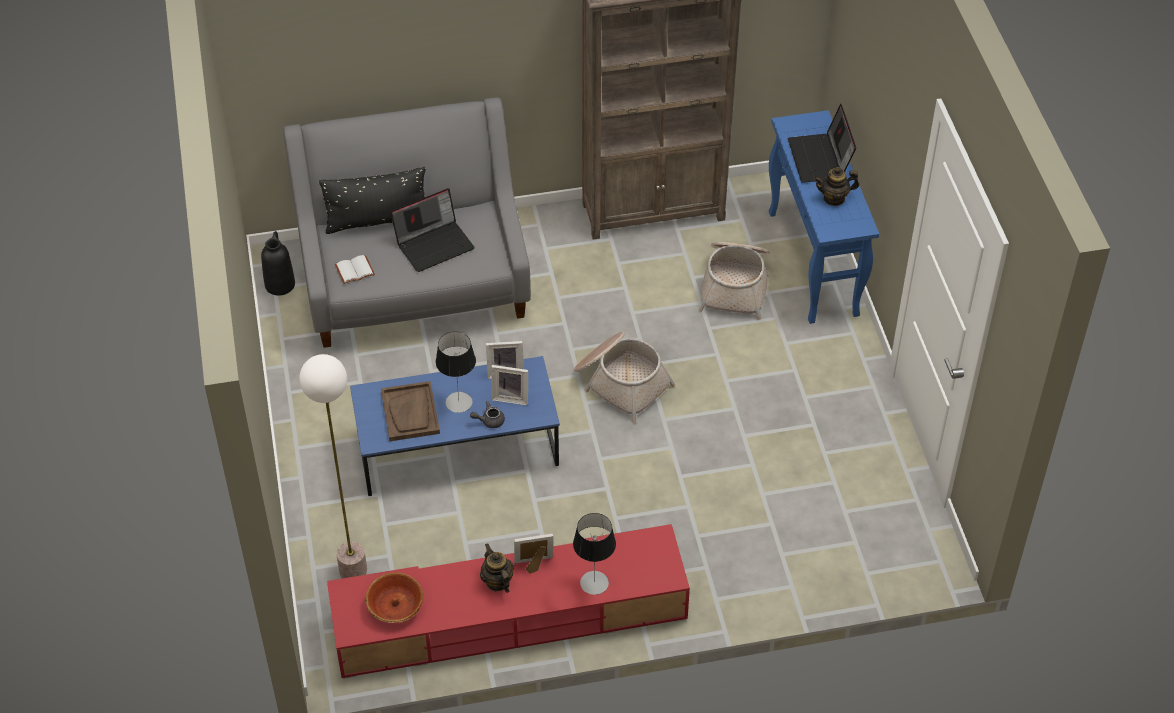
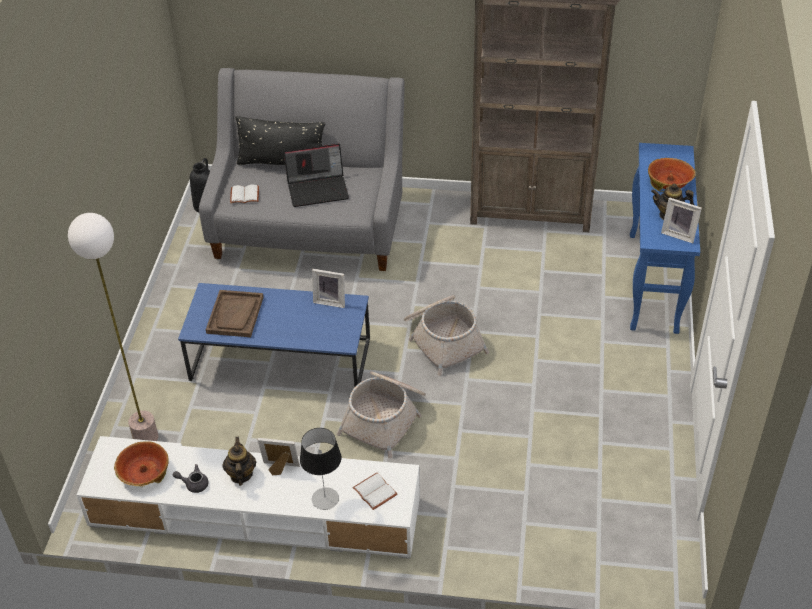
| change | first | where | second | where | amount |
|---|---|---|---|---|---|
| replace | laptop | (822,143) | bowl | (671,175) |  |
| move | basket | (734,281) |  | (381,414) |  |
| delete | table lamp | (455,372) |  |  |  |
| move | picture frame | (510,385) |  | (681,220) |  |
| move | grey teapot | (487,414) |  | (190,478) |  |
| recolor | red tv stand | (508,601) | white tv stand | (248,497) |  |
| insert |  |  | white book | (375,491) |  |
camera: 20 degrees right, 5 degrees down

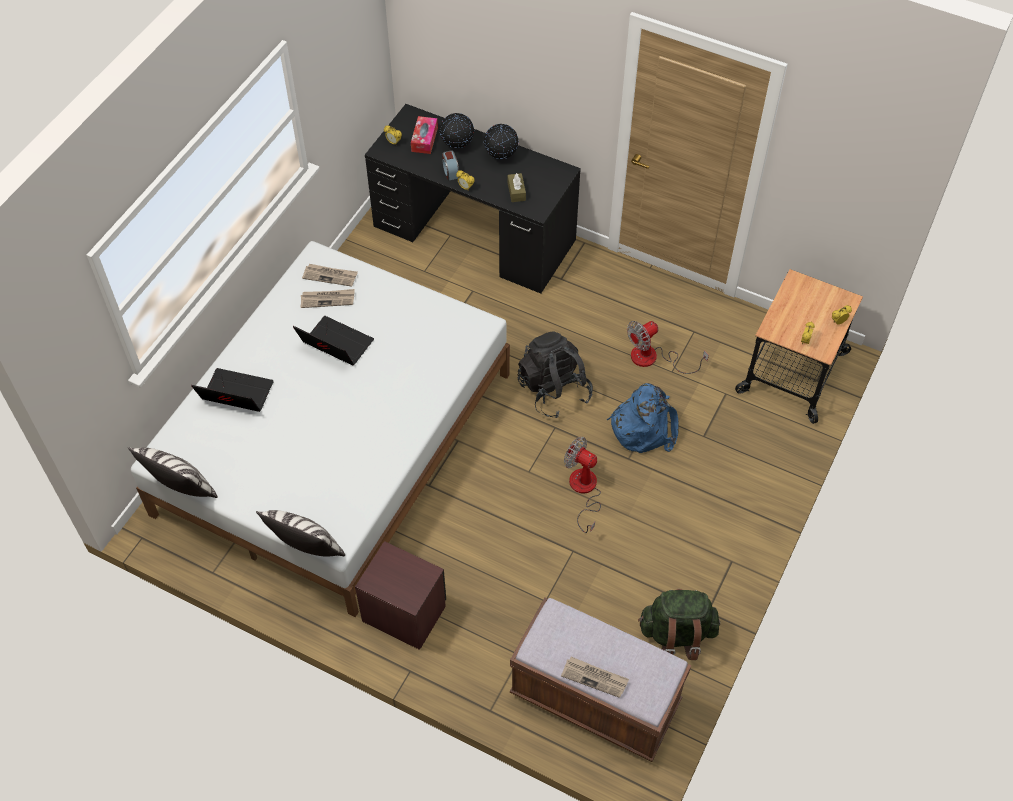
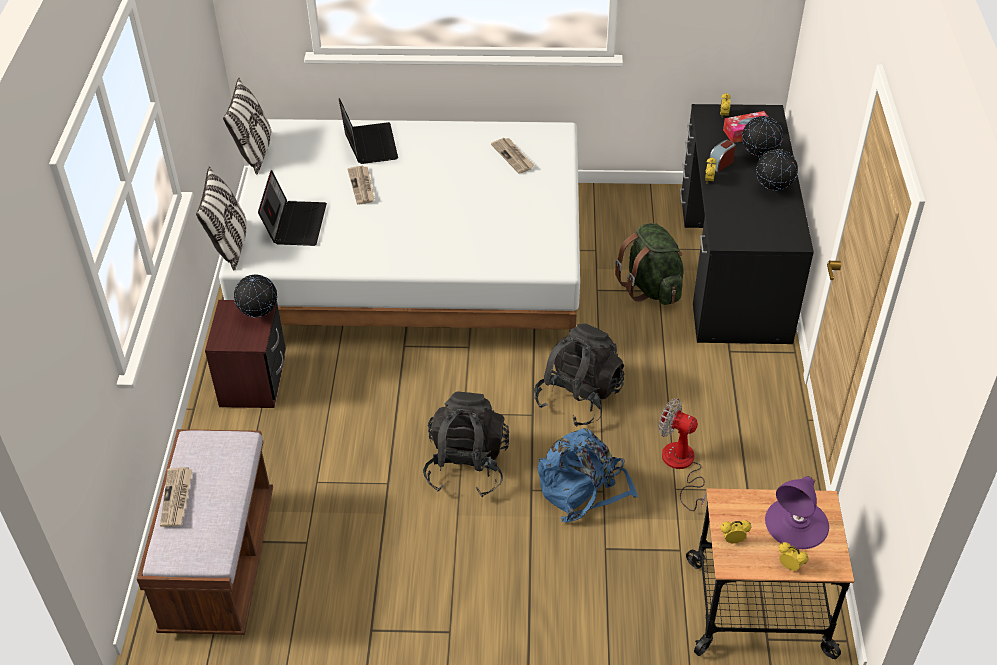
| change | first | where | second | where | amount |
|---|---|---|---|---|---|
| delete | brown tissue box | (517,187) |  |  |  |
| move | newspaper | (330,275) |  | (361,185) |  |
| move | laptop | (333,340) |  | (292,208) |  |
| replace | fan | (582,485) | black backpack | (466,444) |  |
| move | green backpack | (679,624) |  | (649,264) |  |
| insert |  |  | globe | (255,296) |  |
| insert |  |  | purple table lamp | (797,512) |  |
camera: 65 degrees right, 10 degrees down

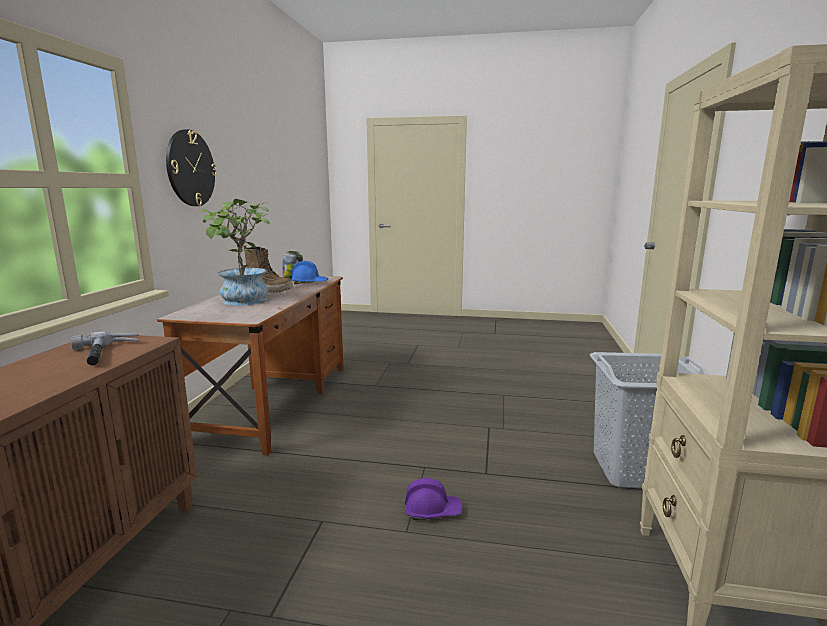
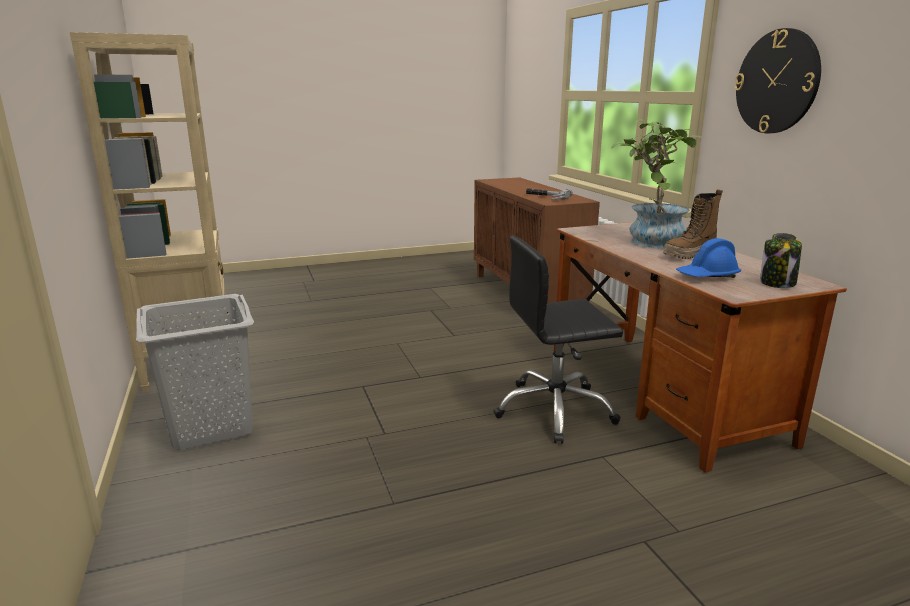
| change | first | where | second | where | amount |
|---|---|---|---|---|---|
| delete | purple hard hat | (434,499) |  |  |  |
| insert |  |  | black office chair | (558,339) |  |
camera: 150 degrees right, 5 degrees up

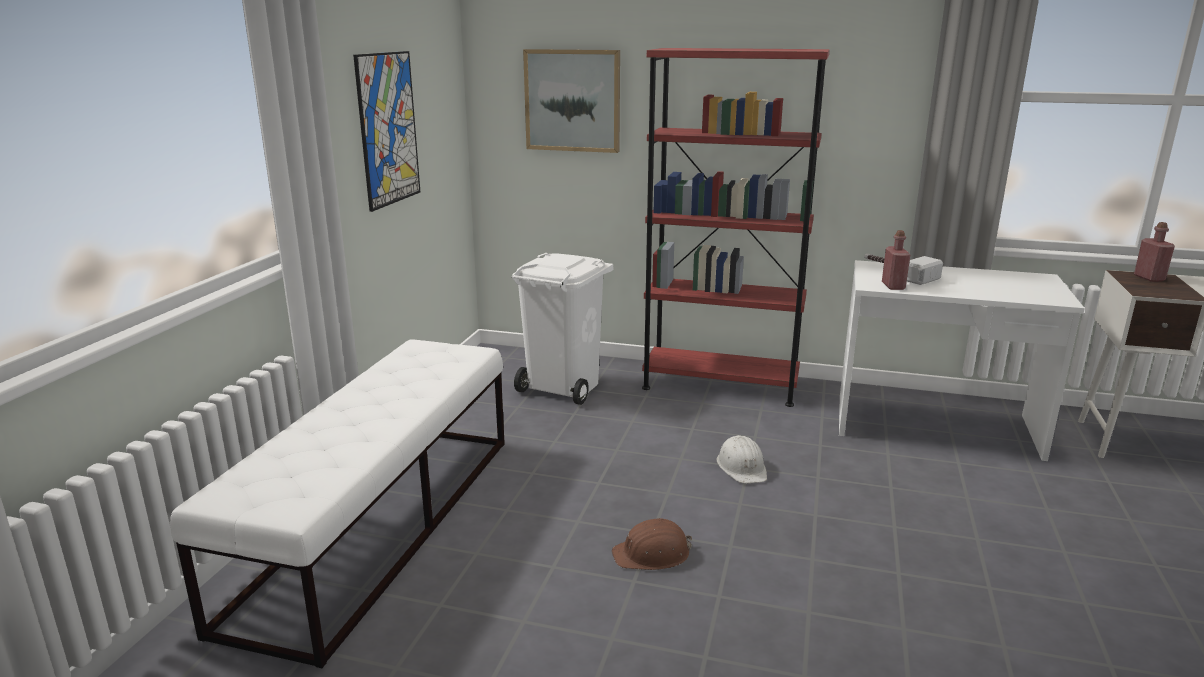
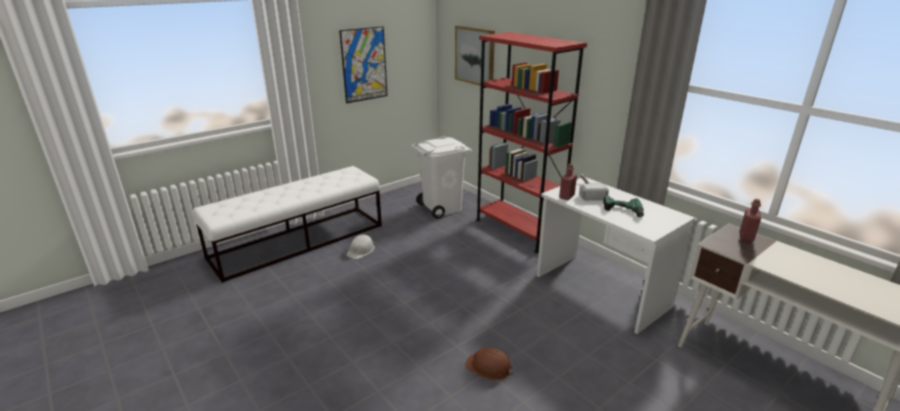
| change | first | where | second | where | amount |
|---|---|---|---|---|---|
| move | white hard hat | (742,459) |  | (360,246) |  |
| move | brown hard hat | (652,544) |  | (490,364) |  |
| insert |  |  | power drill | (623,208) |  |
camera: 35 degrees right, 5 degrees up

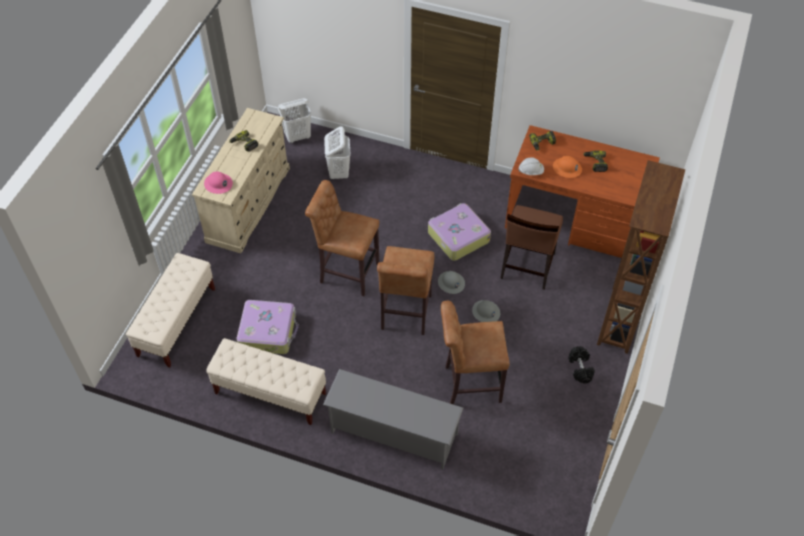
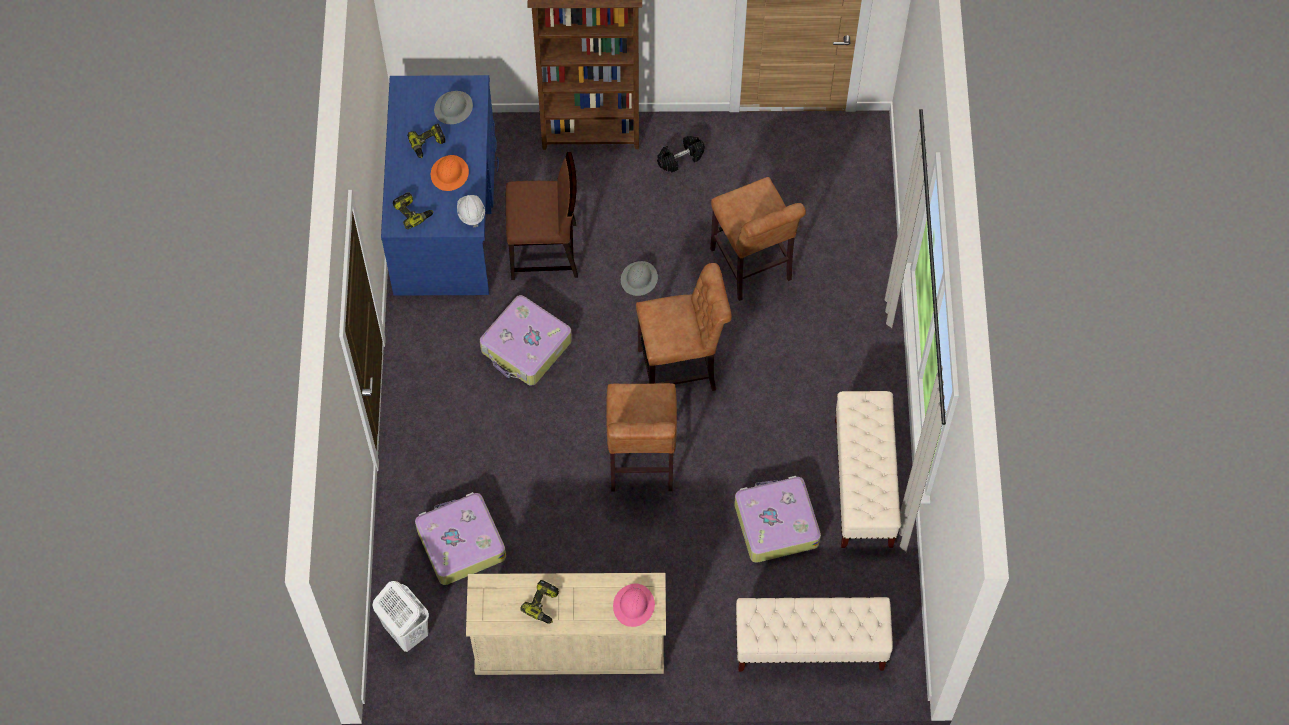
| change | first | where | second | where | amount |
|---|---|---|---|---|---|
| recolor | brown desk | (582,191) | blue desk | (440,185) |  |
| replace | white laundry basket | (337,153) | suitcase | (460,538) |  |
| move | grey hard hat | (451,282) |  | (453,107) |  |
| delete | grey shoe rack | (393,419) |  |  |  |
camera: 110 degrees left, 10 degrees up

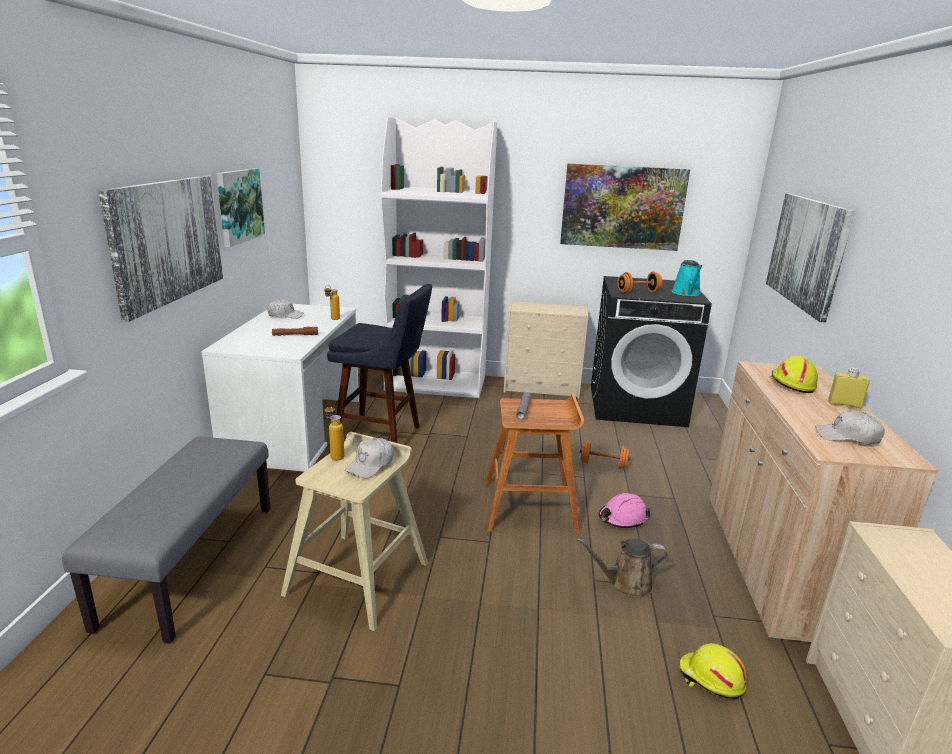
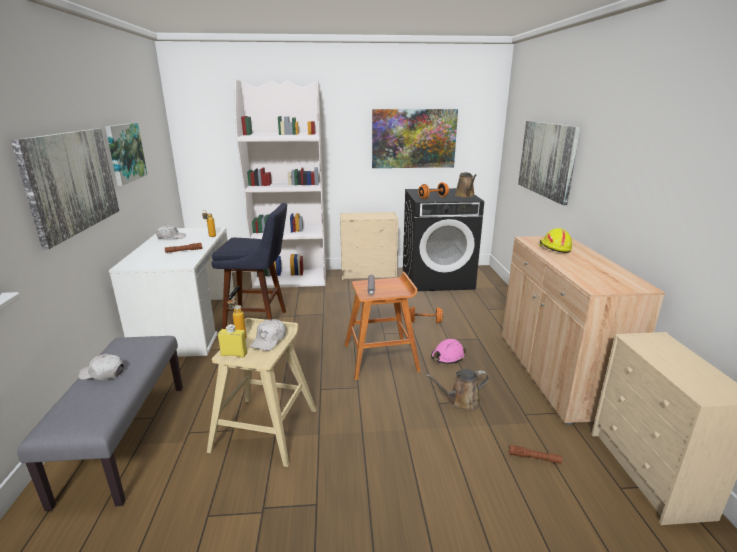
| change | first | where | second | where | amount |
|---|---|---|---|---|---|
| recolor | turquoise watering can | (687,278) | brown watering can | (465,185) |  |
| move | yellow bottle | (849,388) |  | (232,340) |  |
| move | white cap | (850,427) |  | (101,367) |  |
| replace | yellow hard hat | (713,671) | brown flashlight | (535,454) |  |
camera: 10 degrees left, 0 degrees up

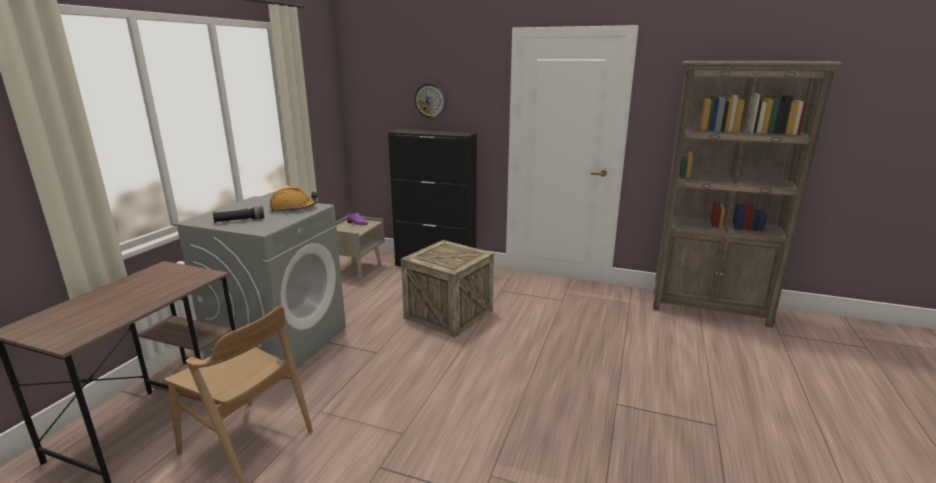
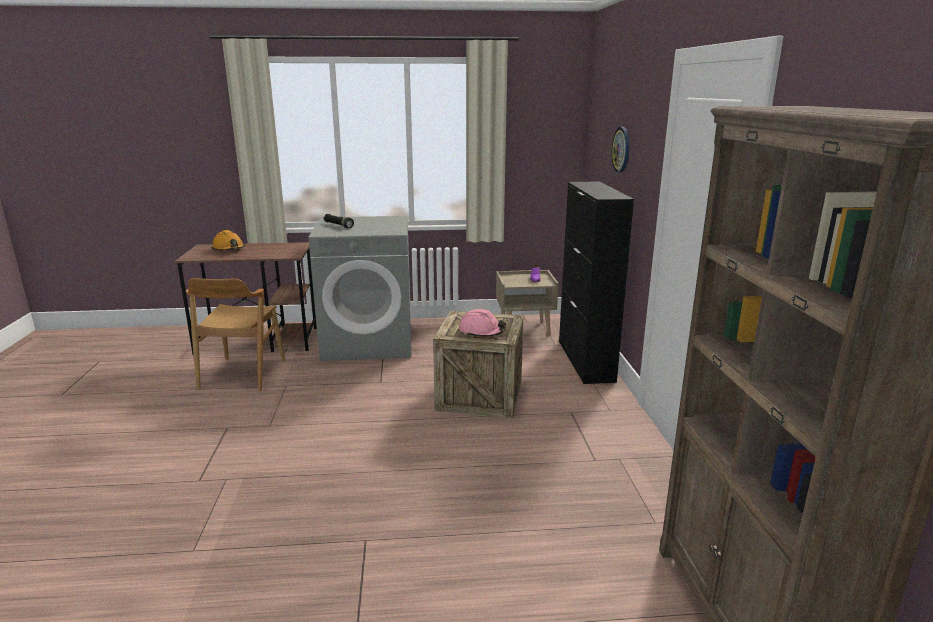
| change | first | where | second | where | amount |
|---|---|---|---|---|---|
| move | orange hard hat | (293,199) |  | (228,240) |  |
| insert |  |  | pink hard hat | (482,323) |  |
camera: 65 degrees right, 0 degrees up

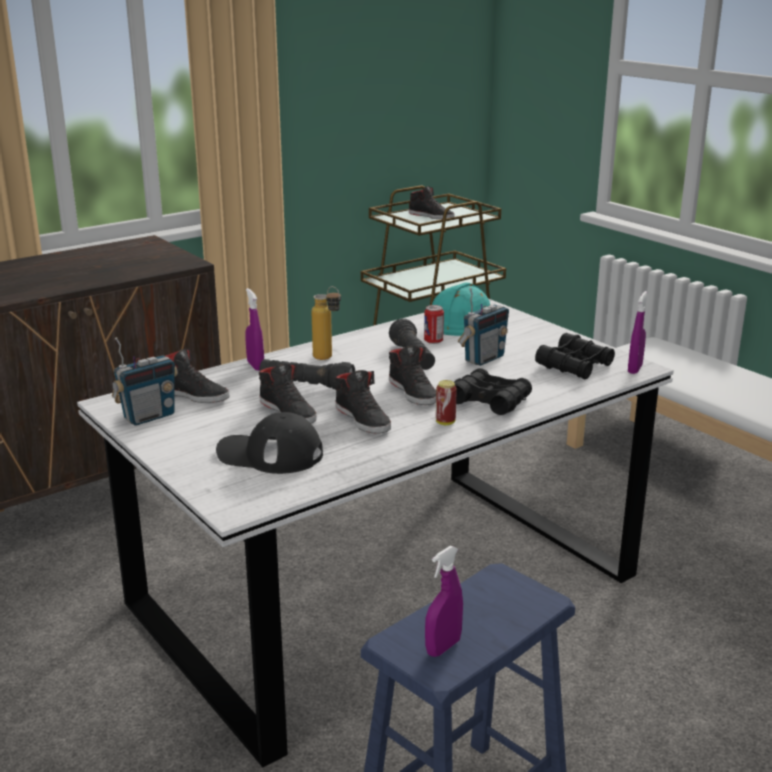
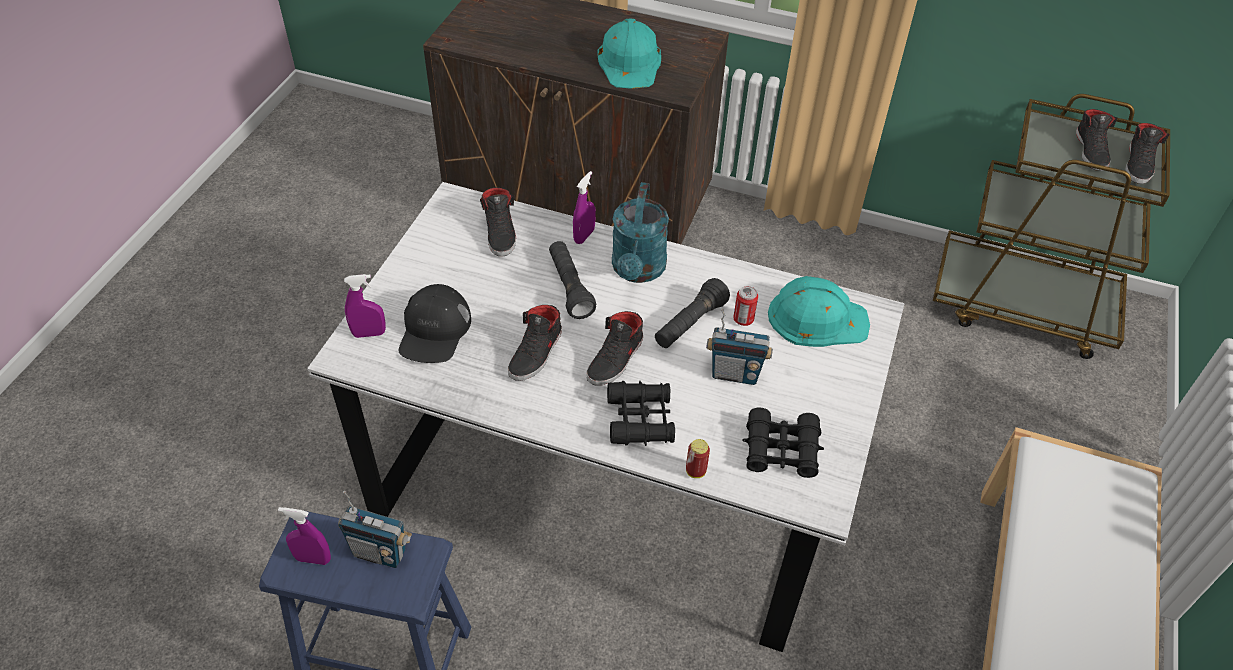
| change | first | where | second | where | amount |
|---|---|---|---|---|---|
| replace | bottle | (326,323) | turquoise watering can | (640,232) |  |
| move | purple spray bottle | (637,332) |  | (365,306) |  |
| move | radio | (145,381) |  | (375,529) |  |
| move | black shoe | (288,393) |  | (1147,153) |  |
| move | can | (446,402) |  | (698,458) |  |
| rotate | black cap | (269,443) |  | (435,323) | 150 degrees counterclockwise |
| insert |  |  | turquoise hard hat | (629,54) |  |
camera: 55 degrees right, 25 degrees up

